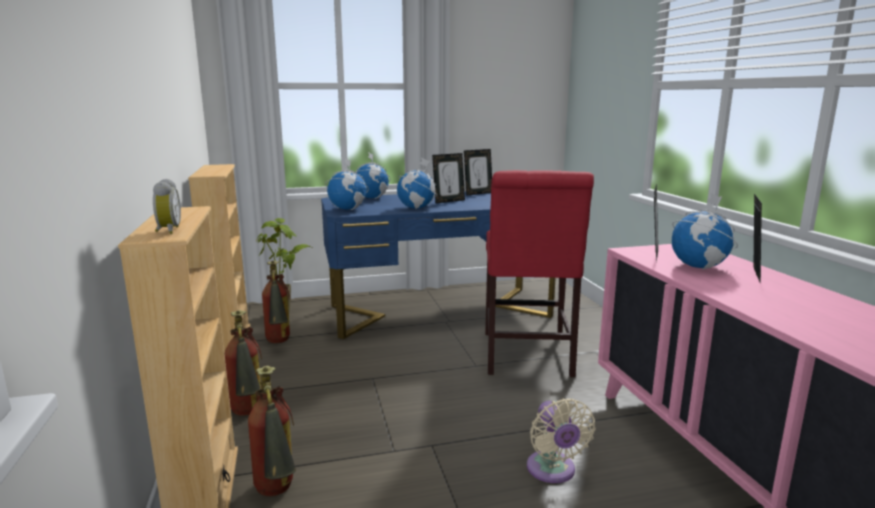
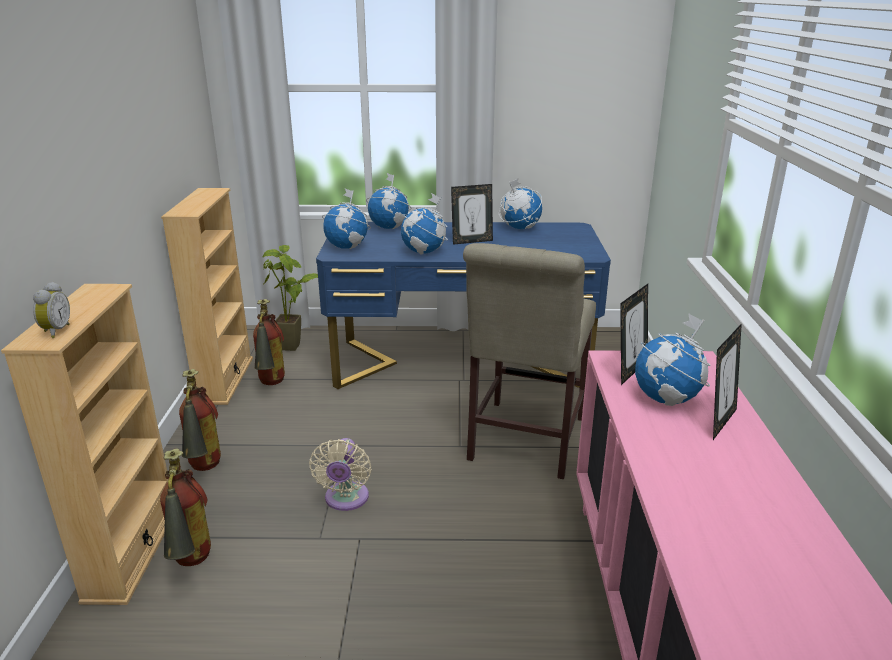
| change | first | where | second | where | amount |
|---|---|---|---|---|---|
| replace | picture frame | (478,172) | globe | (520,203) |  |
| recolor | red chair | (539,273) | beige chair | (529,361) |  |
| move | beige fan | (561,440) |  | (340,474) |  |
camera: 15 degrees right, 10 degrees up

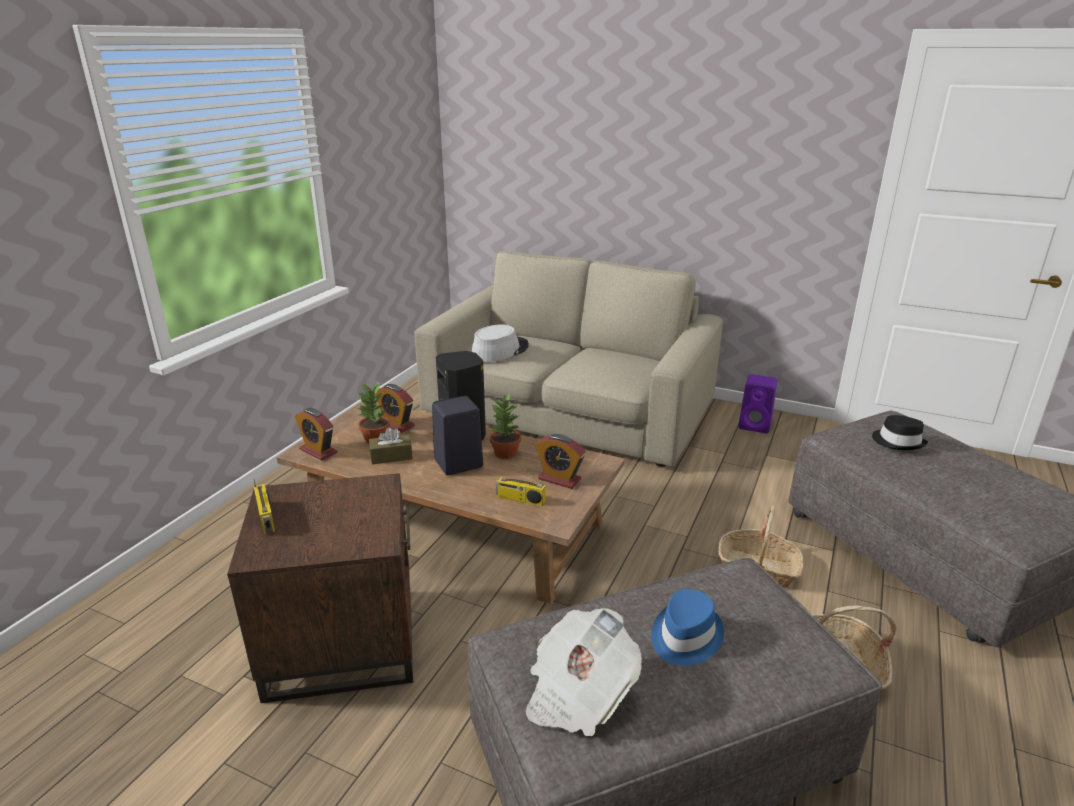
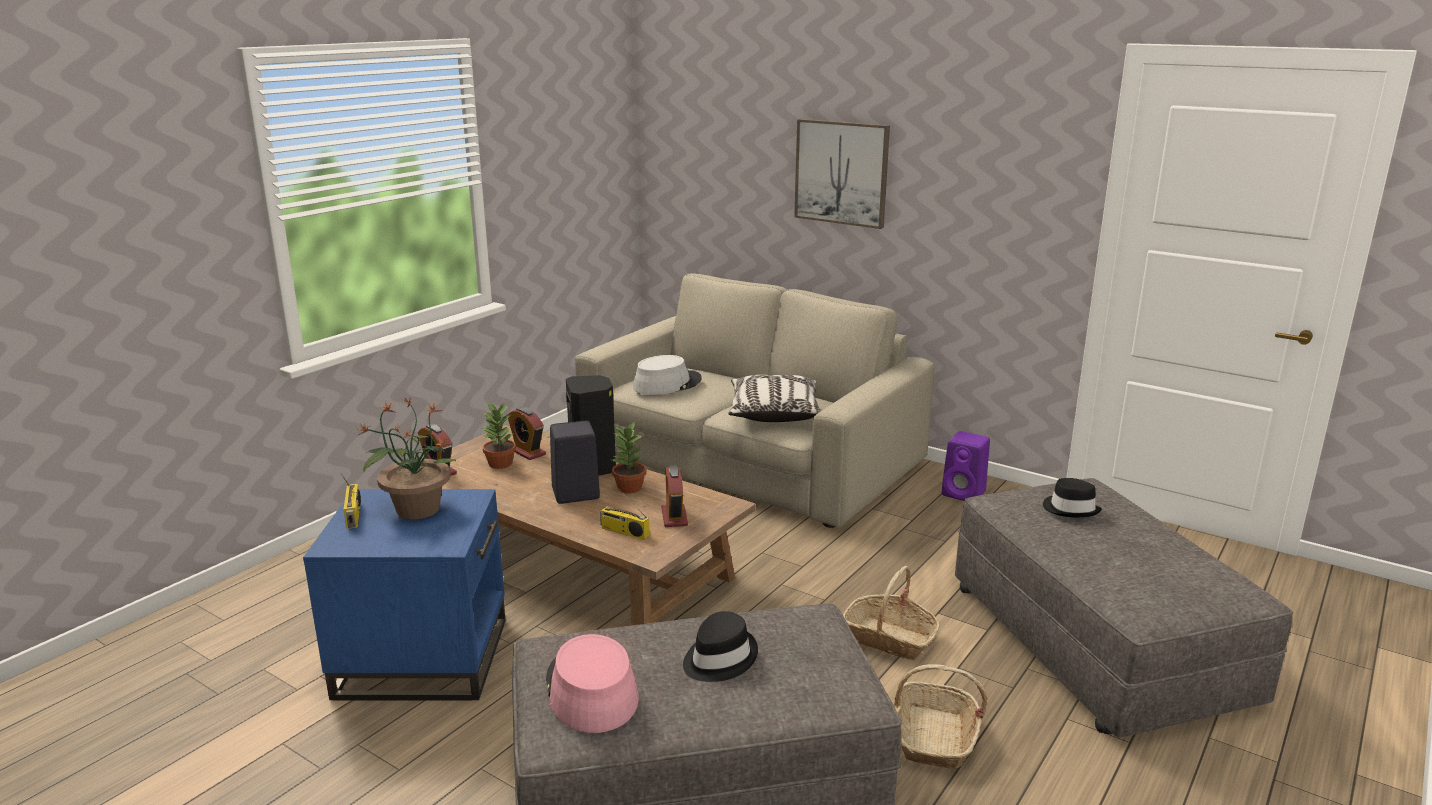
| change | first | where | second | where | amount |
|---|---|---|---|---|---|
| delete | brown tissue box | (391,445) |  |  |  |
| rotate | alarm clock | (560,461) |  | (674,496) | 45 degrees clockwise |
| recolor | brown side table | (320,588) | blue side table | (404,594) |  |
| recolor | blue hat | (687,627) | black hat | (720,646) |  |
| replace | newspaper | (583,672) | pink hat | (592,683) |  |
| insert |  |  | picture | (842,174) |  |
| insert |  |  | pillow | (775,398) |  |
| insert |  |  | potted plant | (406,458) |  |
camera: 10 degrees right, 5 degrees down

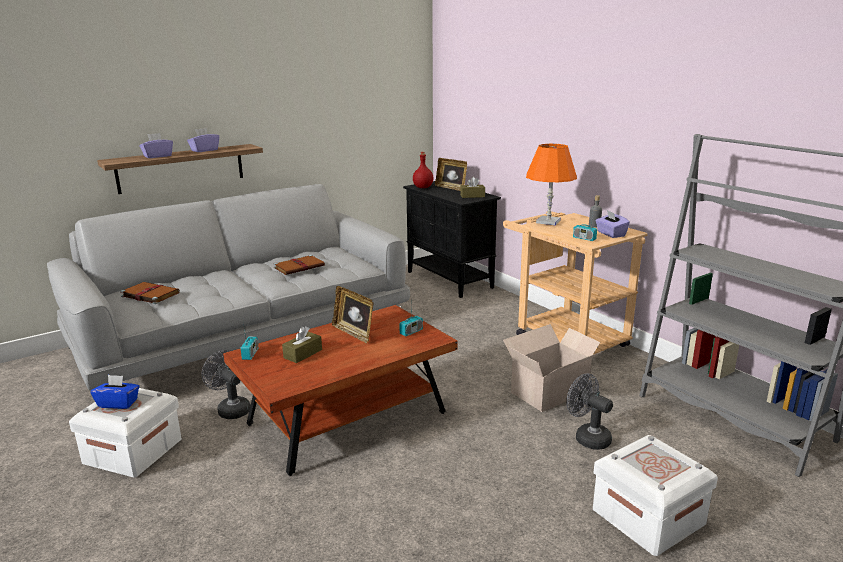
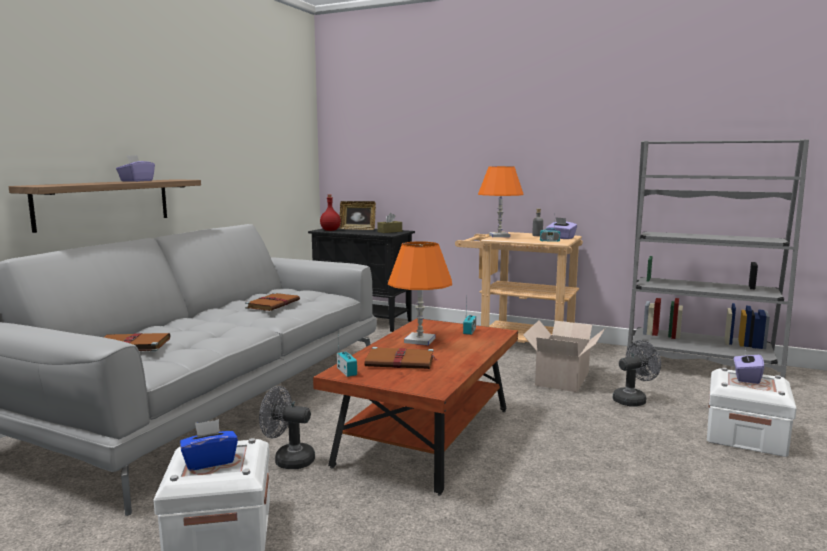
| change | first | where | second | where | amount |
|---|---|---|---|---|---|
| move | purple tissue box | (156,145) |  | (749,365) |  |
| replace | picture frame | (353,314) | orange table lamp | (420,293) |  |
| replace | brown tissue box | (302,345) | brown book | (401,358) |  |
| rotate | grey fan | (589,411) |  | (637,373) | 135 degrees clockwise |
camera: 30 degrees left, 10 degrees down

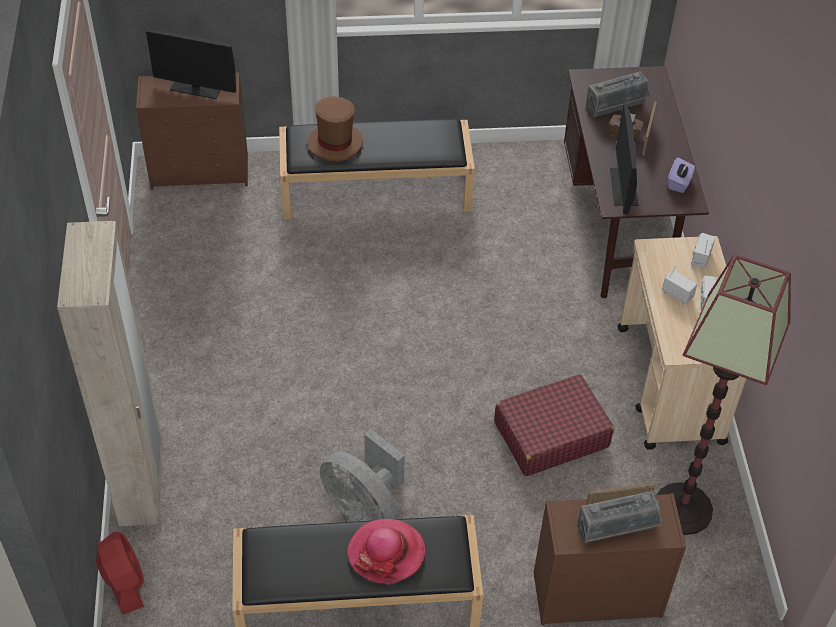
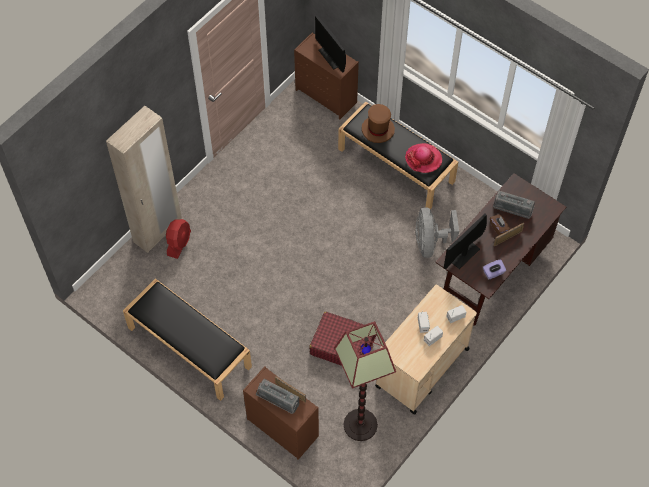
| change | first | where | second | where | amount |
|---|---|---|---|---|---|
| move | grey fan | (362,475) |  | (437,232) |  |
| move | hat | (386,552) |  | (423,158) |  |
| move | red fan | (120,573) |  | (178,239) |  |
camera: 45 degrees right, 10 degrees up

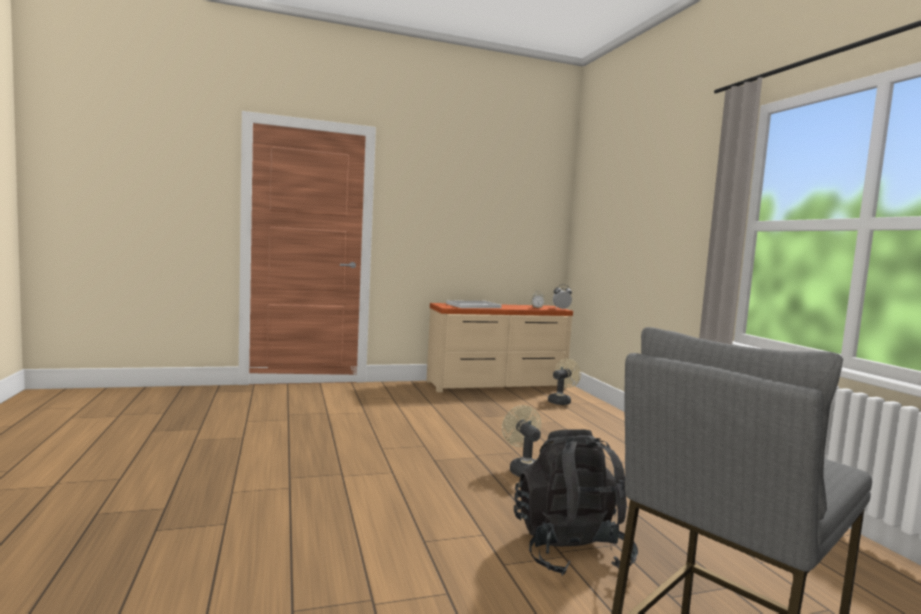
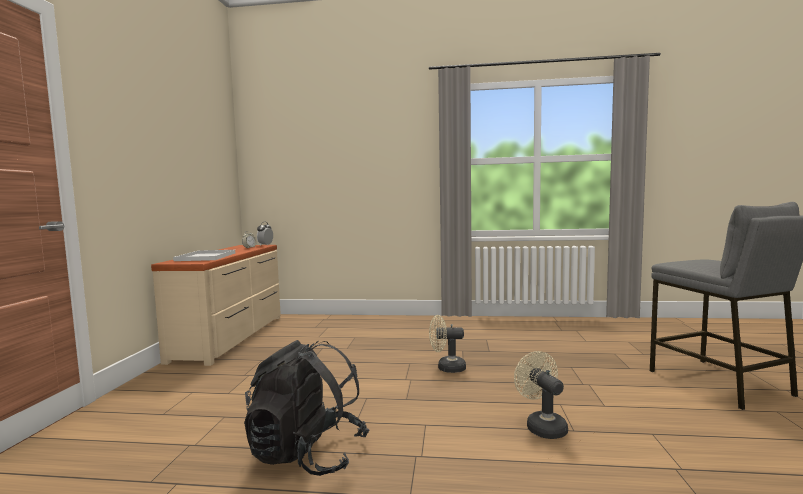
| change | first | where | second | where | amount |
|---|---|---|---|---|---|
| move | beige fan | (564,381) |  | (541,395) |  |
| move | black backpack | (576,502) |  | (306,408) |  |
camera: 65 degrees left, 0 degrees up

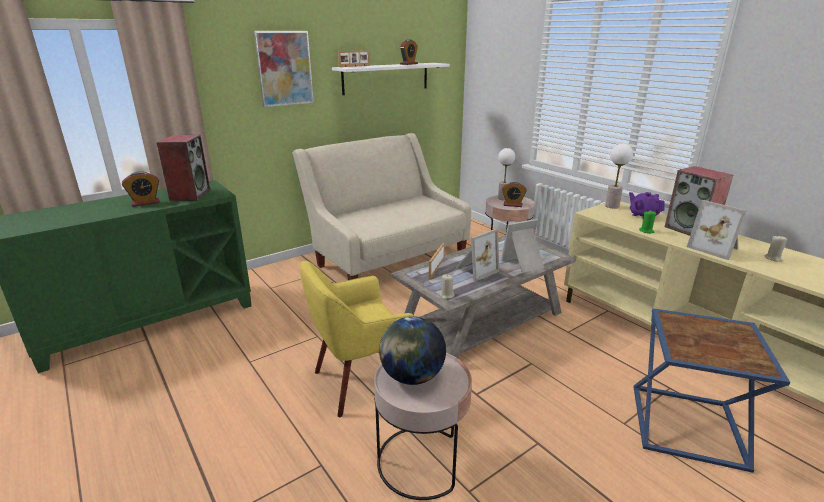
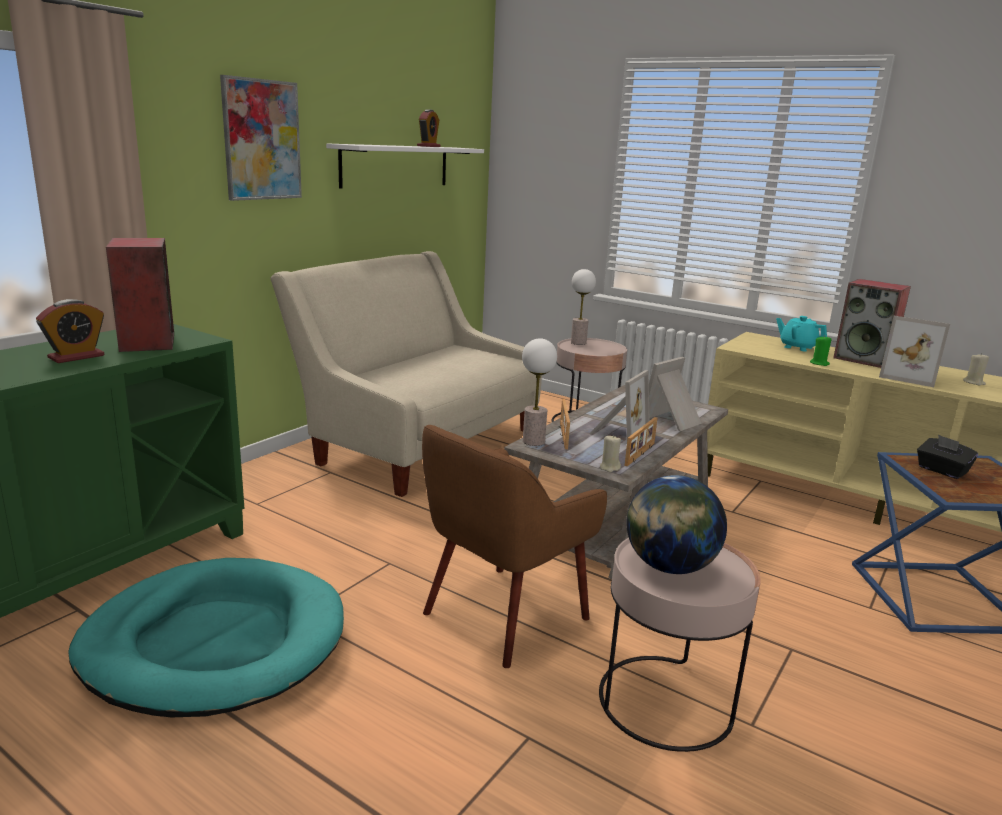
| change | first | where | second | where | amount |
|---|---|---|---|---|---|
| move | picture frame | (354,58) |  | (641,441) |  |
| move | table lamp | (619,176) |  | (539,392) |  |
| delete | alarm clock | (514,194) |  |  |  |
| recolor | purple teapot | (647,205) | turquoise teapot | (801,333) |  |
| recolor | yellow armchair | (357,339) | brown armchair | (514,546) |  |
| insert |  |  | black tissue box | (947,457) |  |
| insert |  |  | turquoise dog bed | (206,637) |  |
camera: 20 degrees left, 5 degrees down

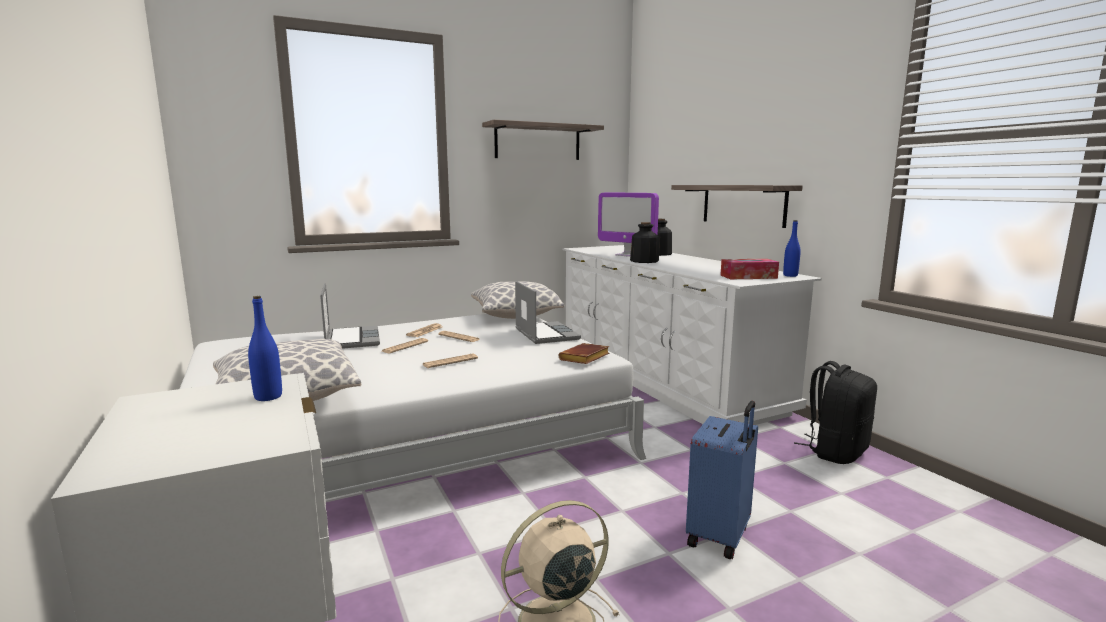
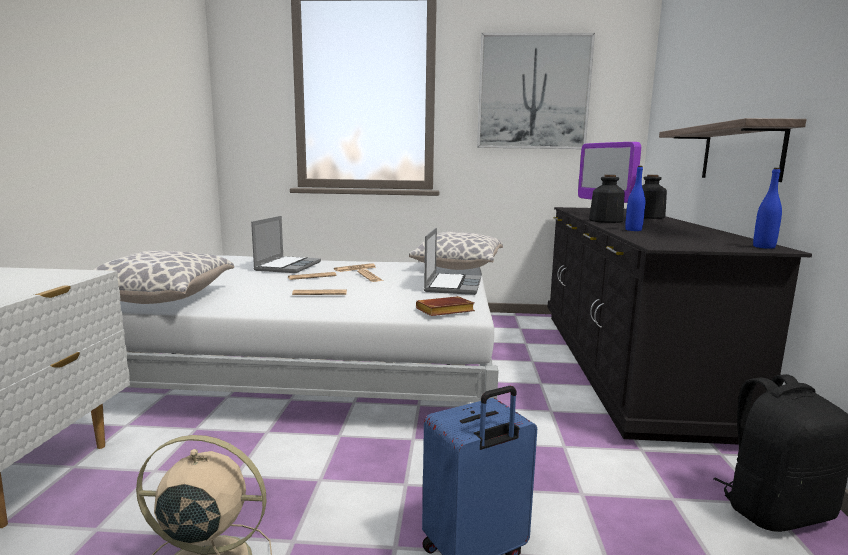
| change | first | where | second | where | amount |
|---|---|---|---|---|---|
| replace | shelf | (543,140) | picture | (536,91) |  |
| recolor | white dresser | (692,335) | black dresser | (680,326) |  |
| delete | tissue box | (749,269) |  |  |  |
| move | blue bottle | (265,348) |  | (635,198) |  |
camera: 30 degrees right, 0 degrees up

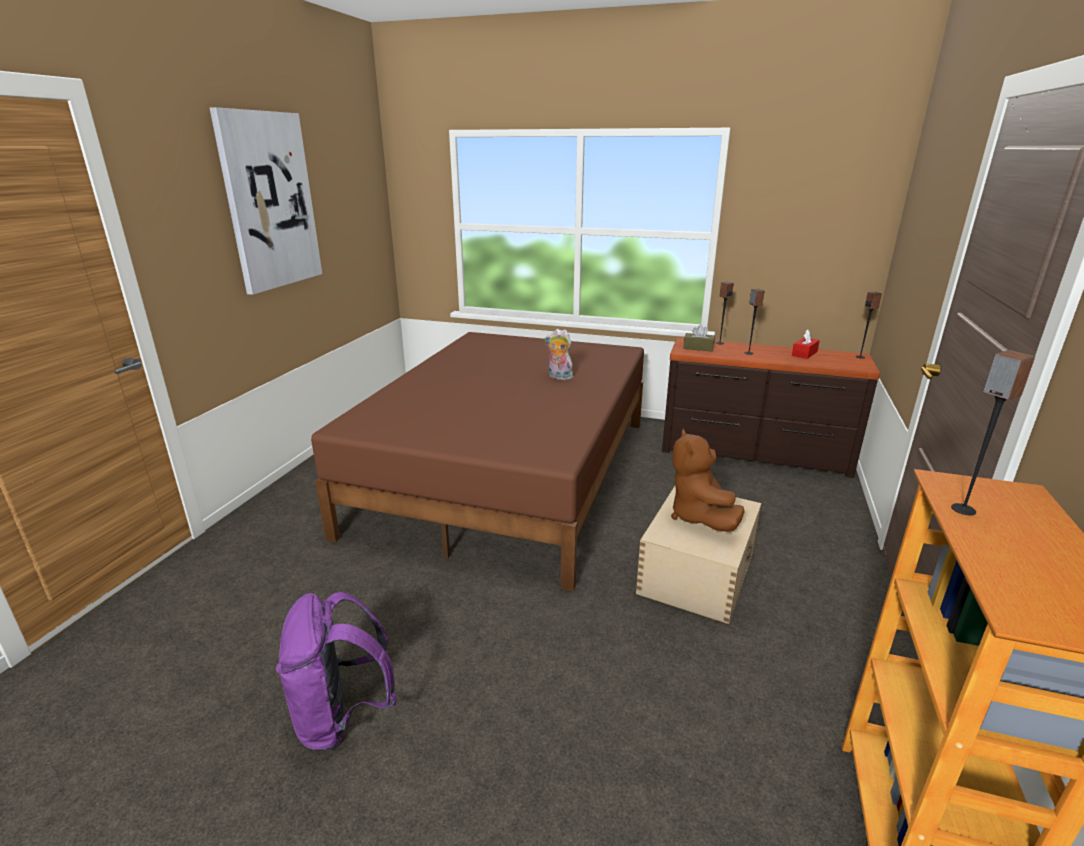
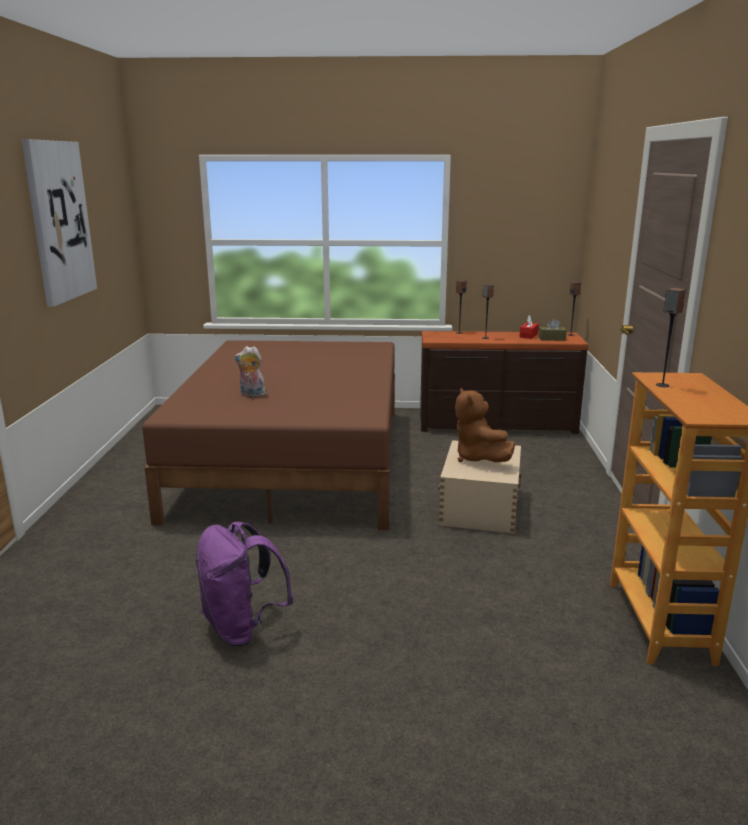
| change | first | where | second | where | amount |
|---|---|---|---|---|---|
| move | brown tissue box | (699,338) |  | (553,329) |  |
| move | plush toy | (559,354) |  | (250,371) |  |
camera: 15 degrees left, 5 degrees down

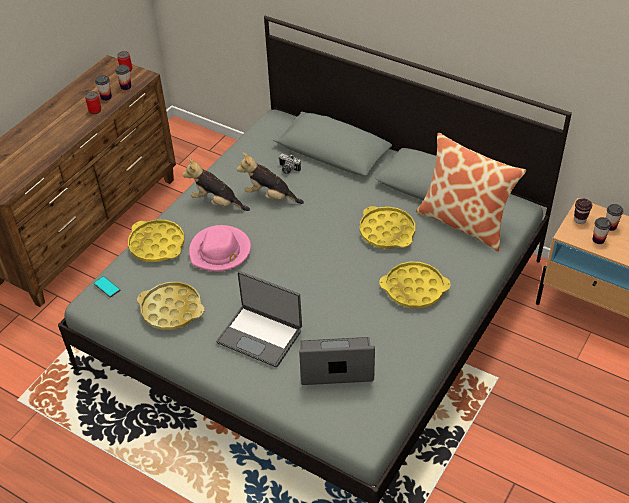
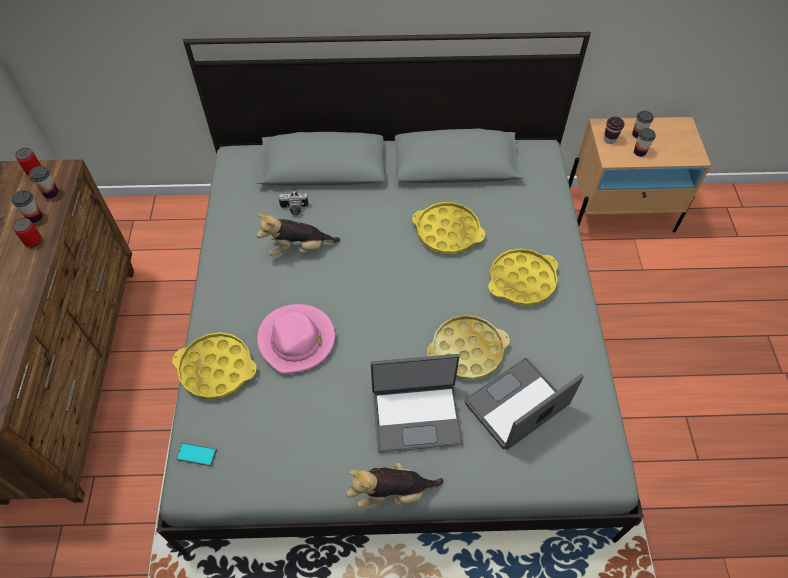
| change | first | where | second | where | amount |
|---|---|---|---|---|---|
| delete | pillow | (471,192) |  |  |  |
| move | plush toy | (216,184) |  | (395,485) |  |
| move | yellow tray | (171,306) |  | (468,347) |  |
camera: 35 degrees left, 10 degrees up

